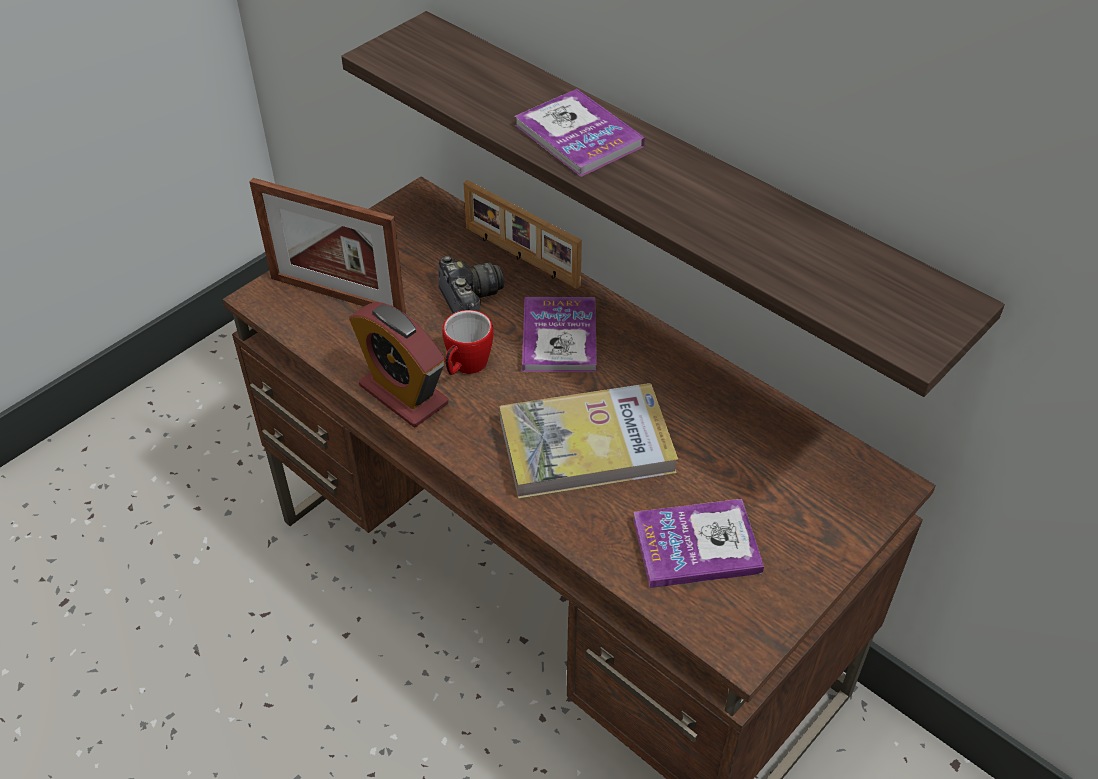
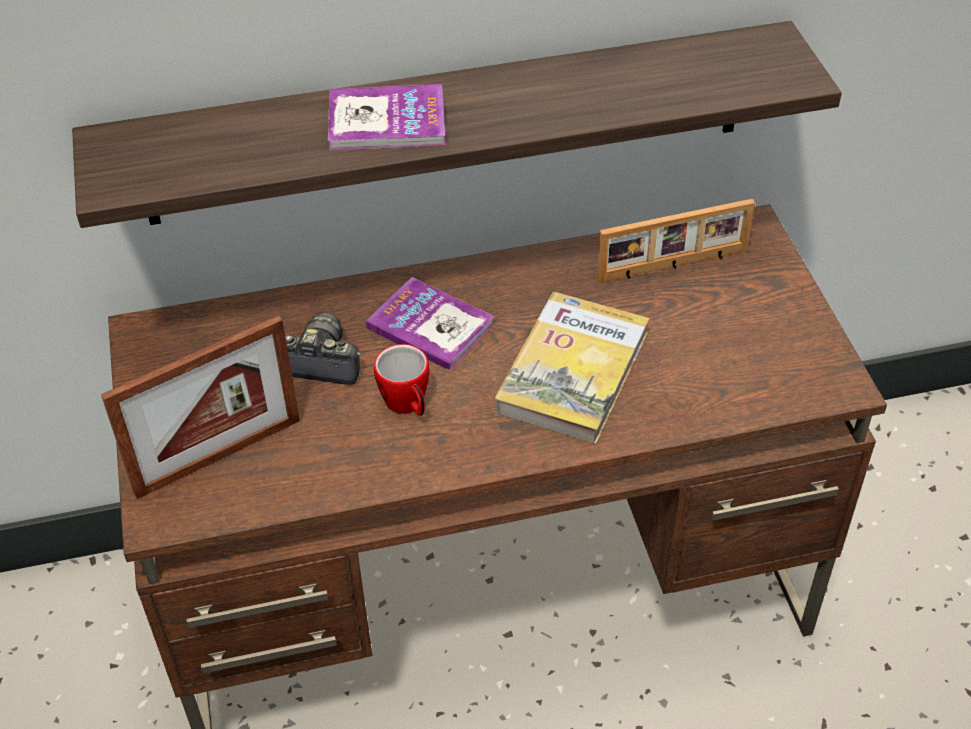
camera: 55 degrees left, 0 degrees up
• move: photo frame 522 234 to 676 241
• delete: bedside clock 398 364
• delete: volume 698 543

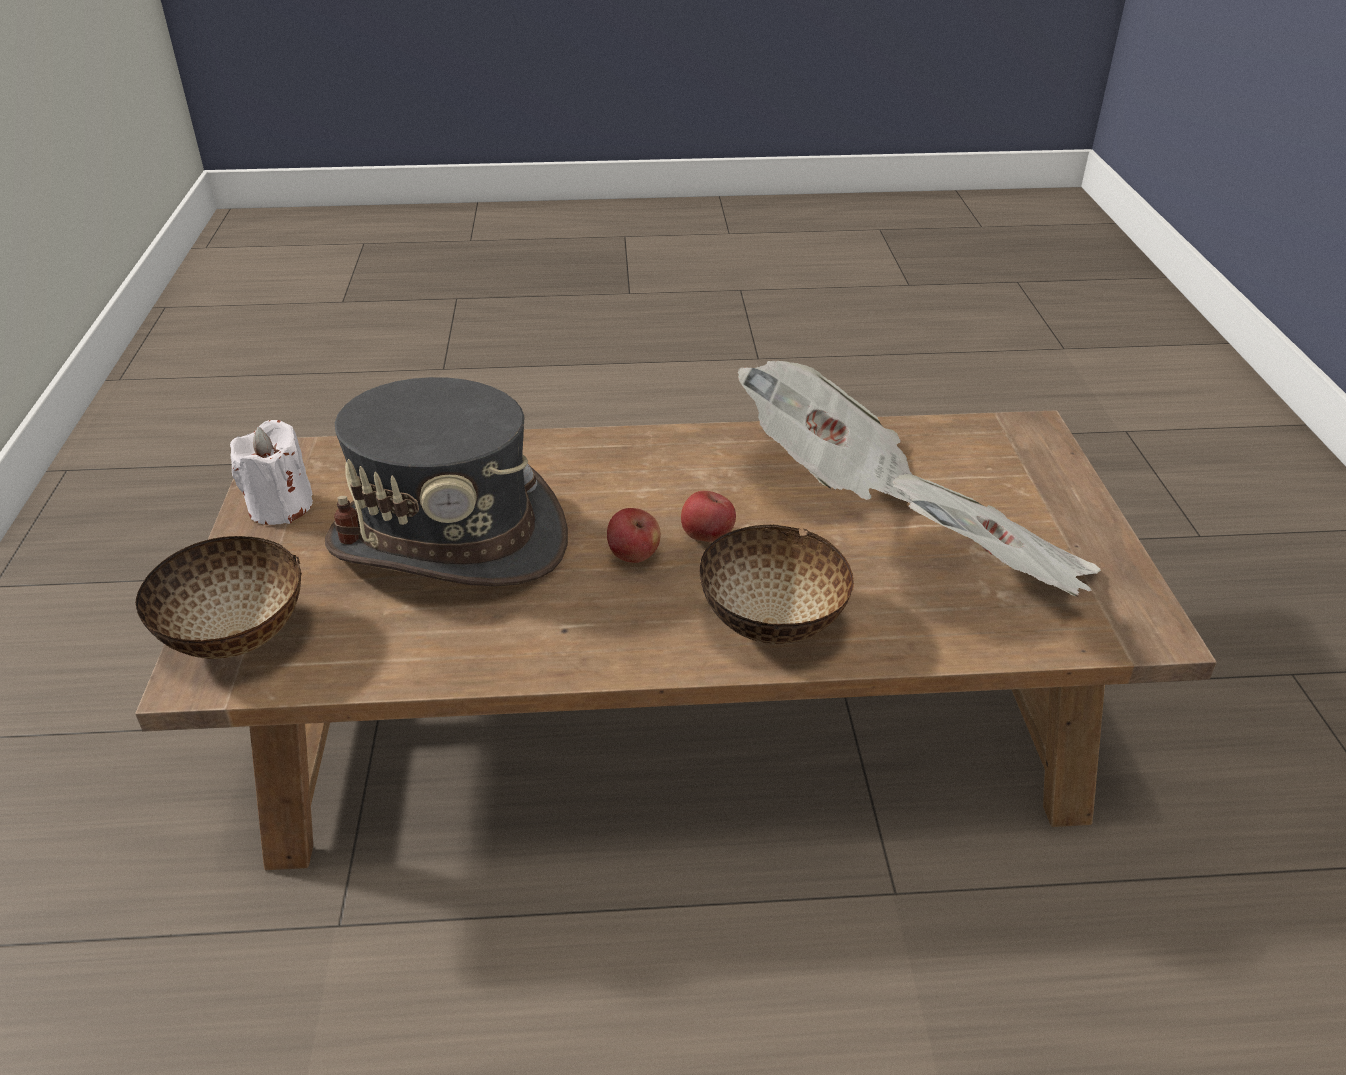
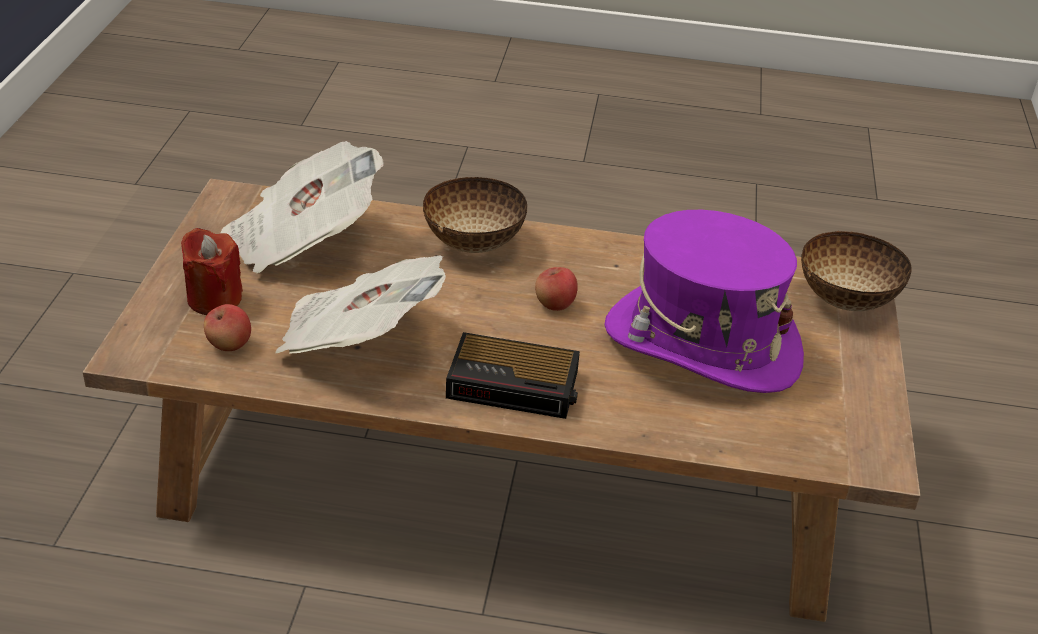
camera: 170 degrees left, 0 degrees up
• recolor: wearable hat (gray) 446 481 to wearable hat (purple-coloured) 704 301
• delete: wax candle (white-coloured) 271 472
• move: apple 708 516 to 227 327
• insert: wax candle (red-coloured) 212 271
• insert: bedside clock 513 375

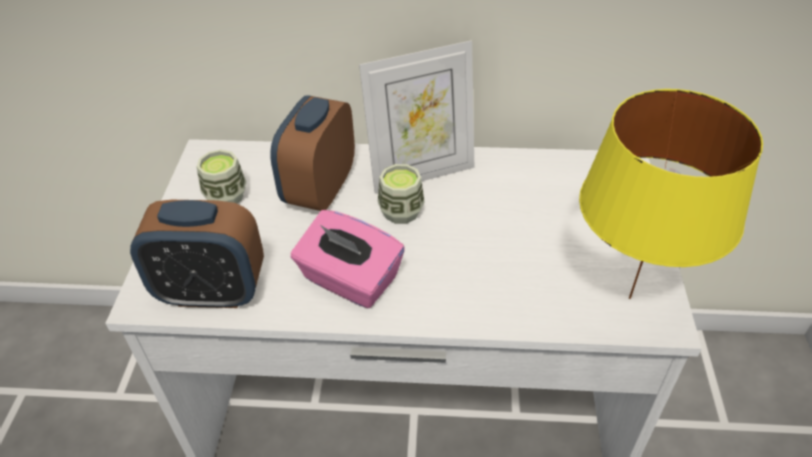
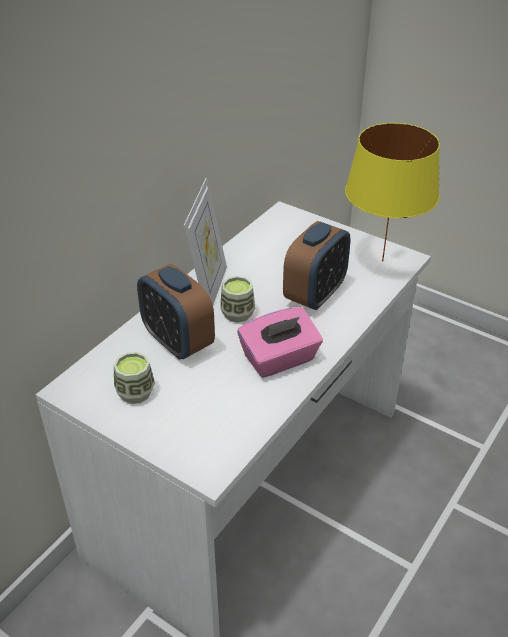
camera: 60 degrees left, 5 degrees down
• move: bedside clock 197 254 to 317 265

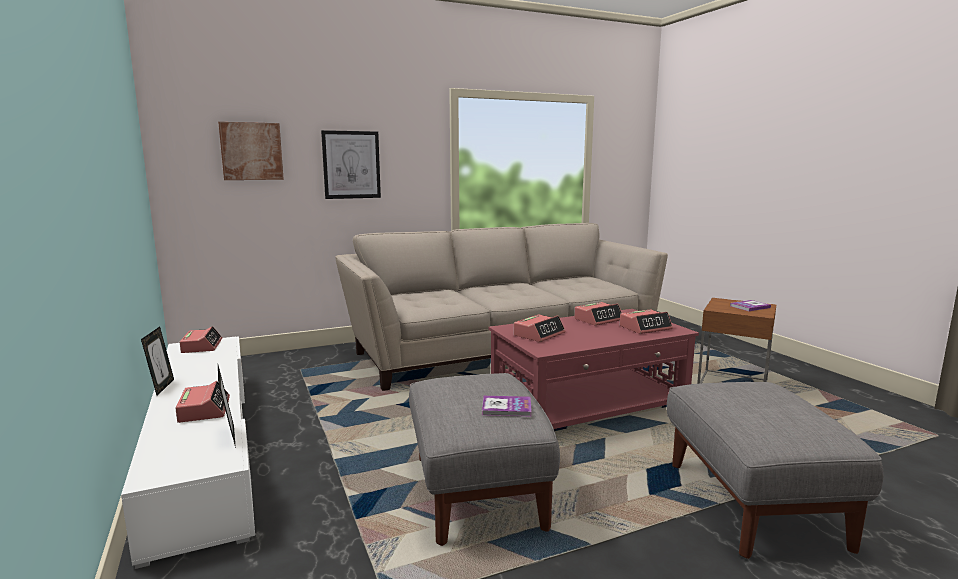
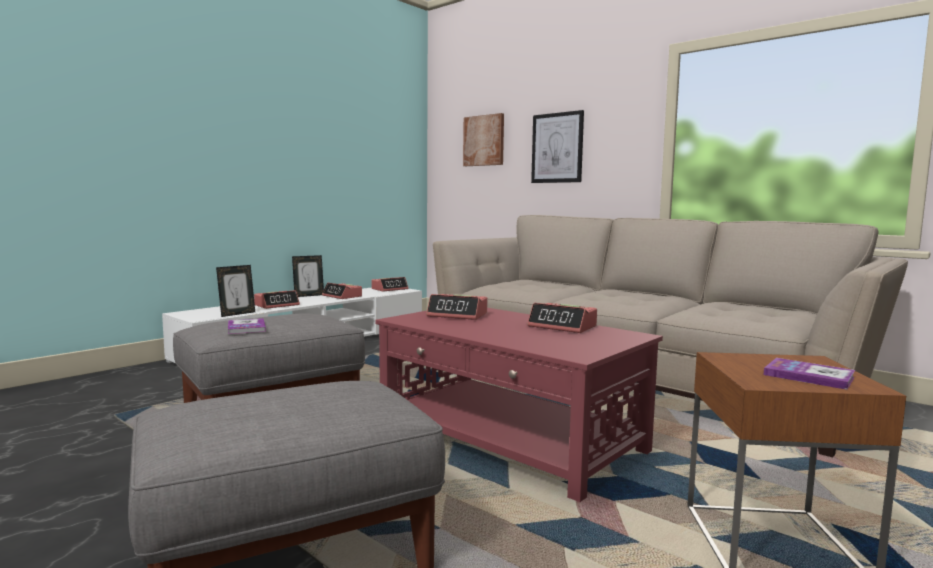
camera: 65 degrees right, 5 degrees down
• move: bedside clock 646 321 to 342 291

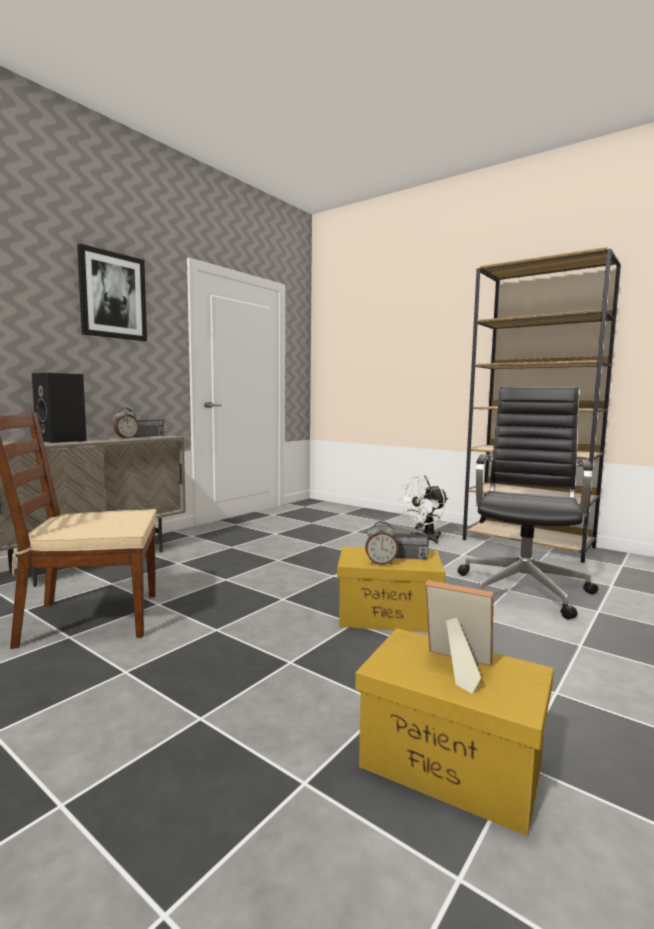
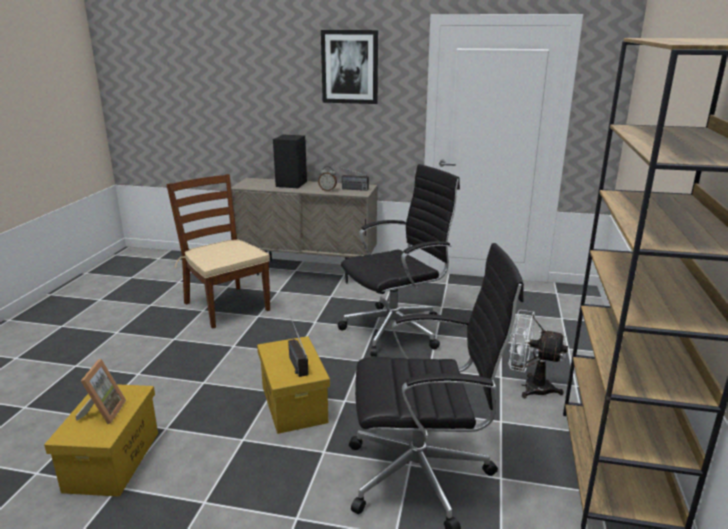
camera: 65 degrees right, 15 degrees up
• delete: bedside clock 381 543
• insert: desk chair (blackish) 399 260

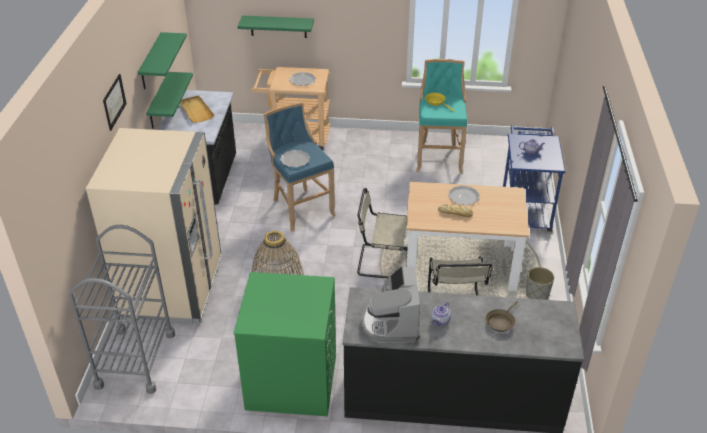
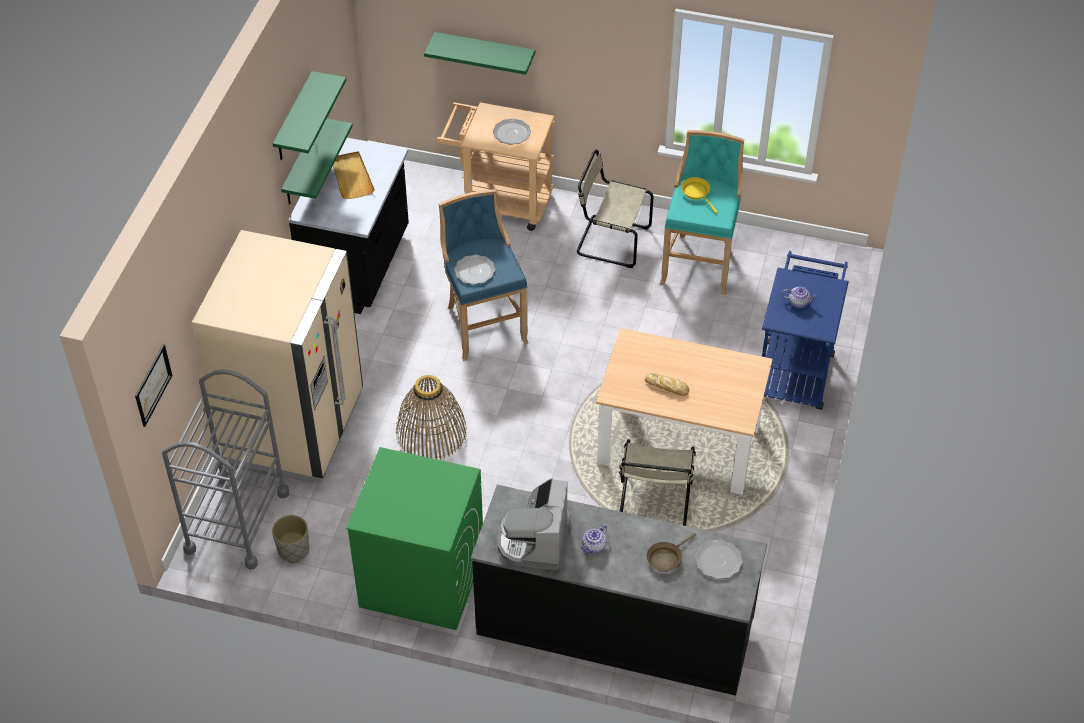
camera: 10 degrees right, 10 degrees up
• move: picture 115 102 to 153 385
• move: dinner plate 464 195 to 719 559
• move: plain chair (beige-coloured) 382 233 to 615 209
• move: planter (gray) 540 283 to 290 539

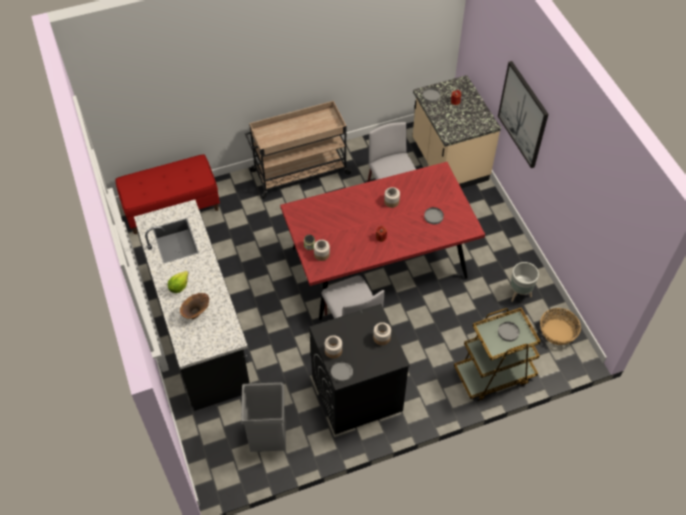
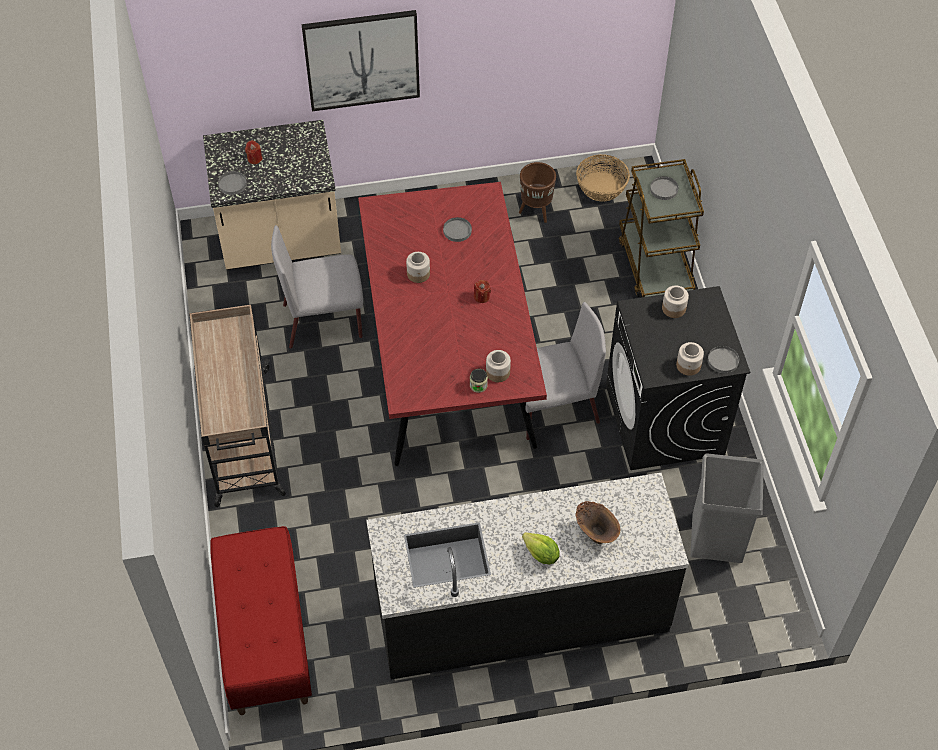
camera: 80 degrees left, 0 degrees up
• recolor: planter (gray) 525 282 to planter (brown) 537 192

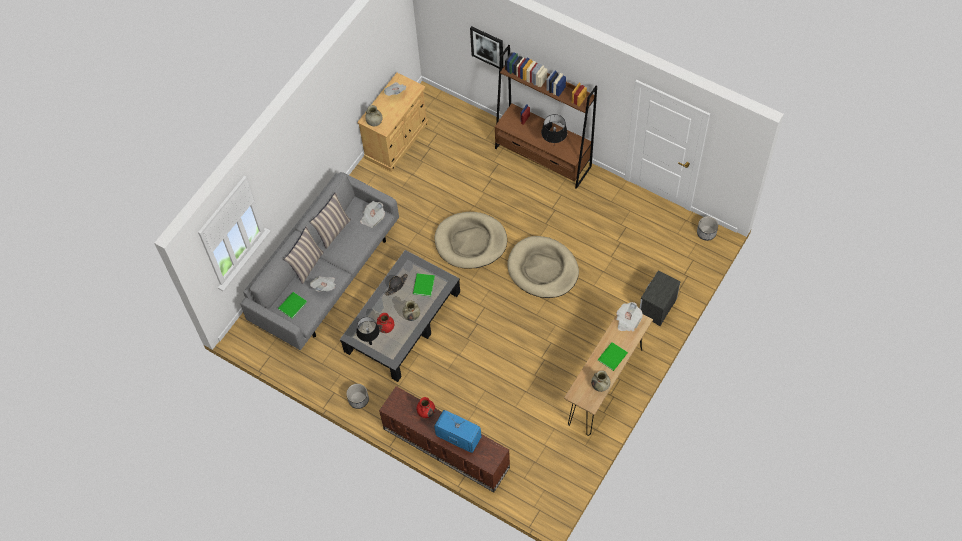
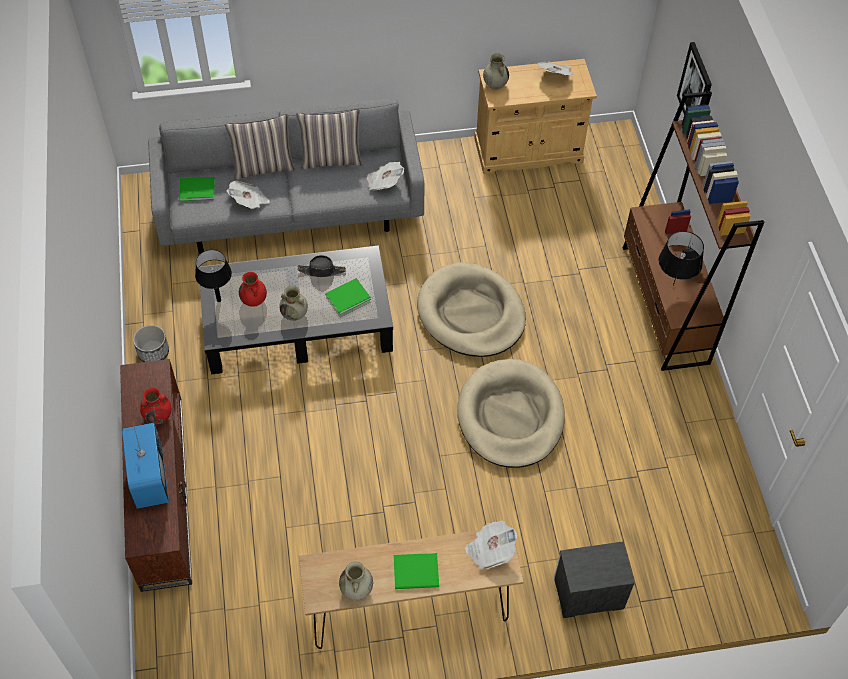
camera: 45 degrees right, 5 degrees down
• delete: planter 707 228

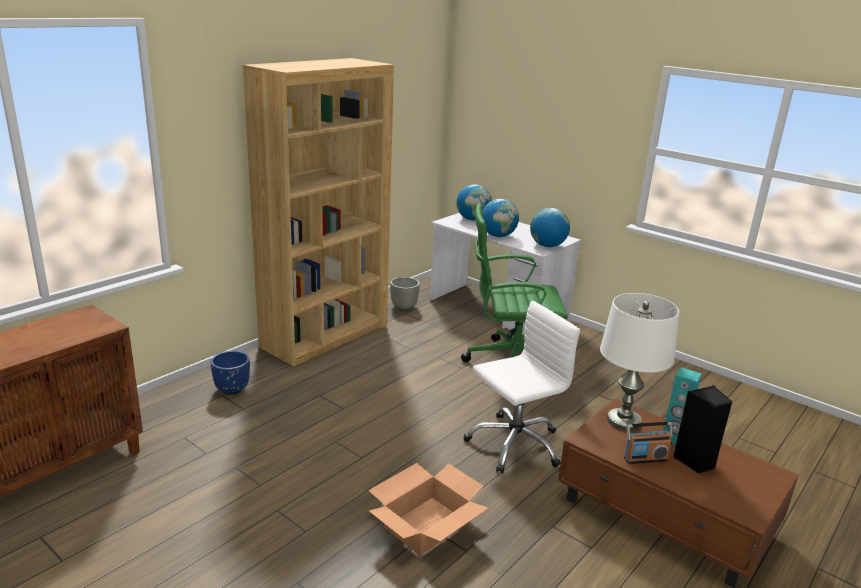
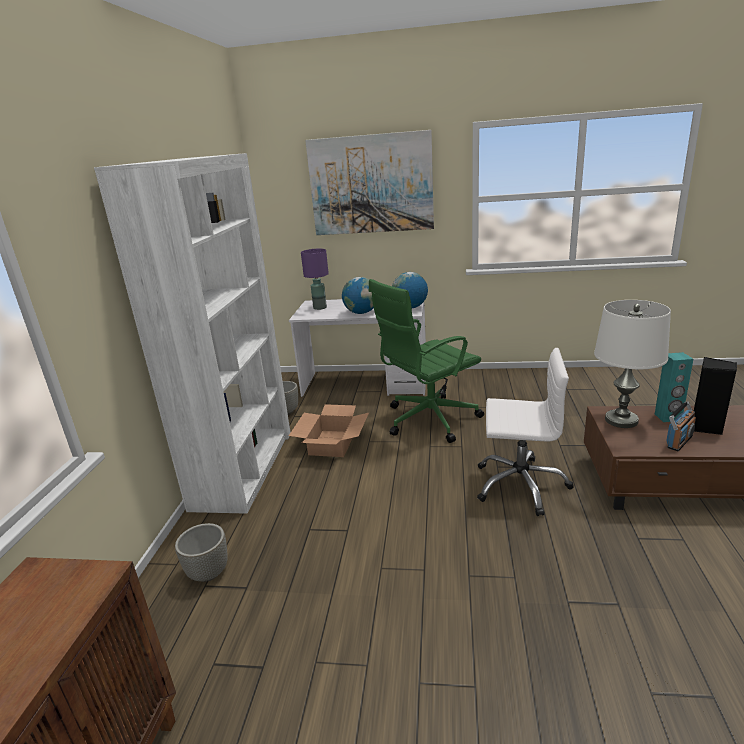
camera: 30 degrees left, 0 degrees up
• recolor: bookcase (brown) 318 212 to bookcase (white-coloured) 192 333
• replace: world globe 474 202 to tabletop lamp (purple-coloured) 315 279
• rotate: desk chair (white-coloured) 522 387 = 525 432 75 degrees clockwise
• recolor: planter (blue-coloured) 230 373 to planter (gray) 201 552
• move: packing box 428 509 to 329 430
• insert: picture 369 182

